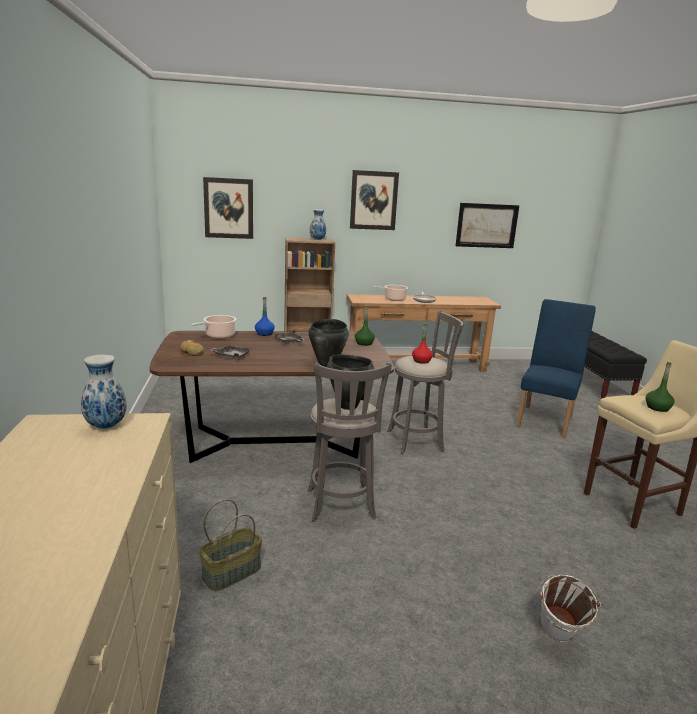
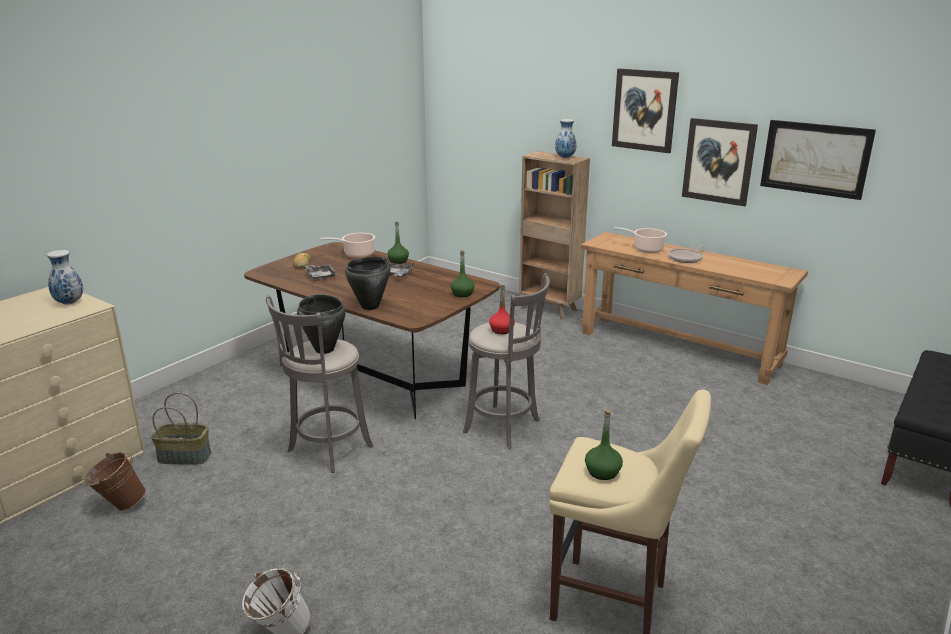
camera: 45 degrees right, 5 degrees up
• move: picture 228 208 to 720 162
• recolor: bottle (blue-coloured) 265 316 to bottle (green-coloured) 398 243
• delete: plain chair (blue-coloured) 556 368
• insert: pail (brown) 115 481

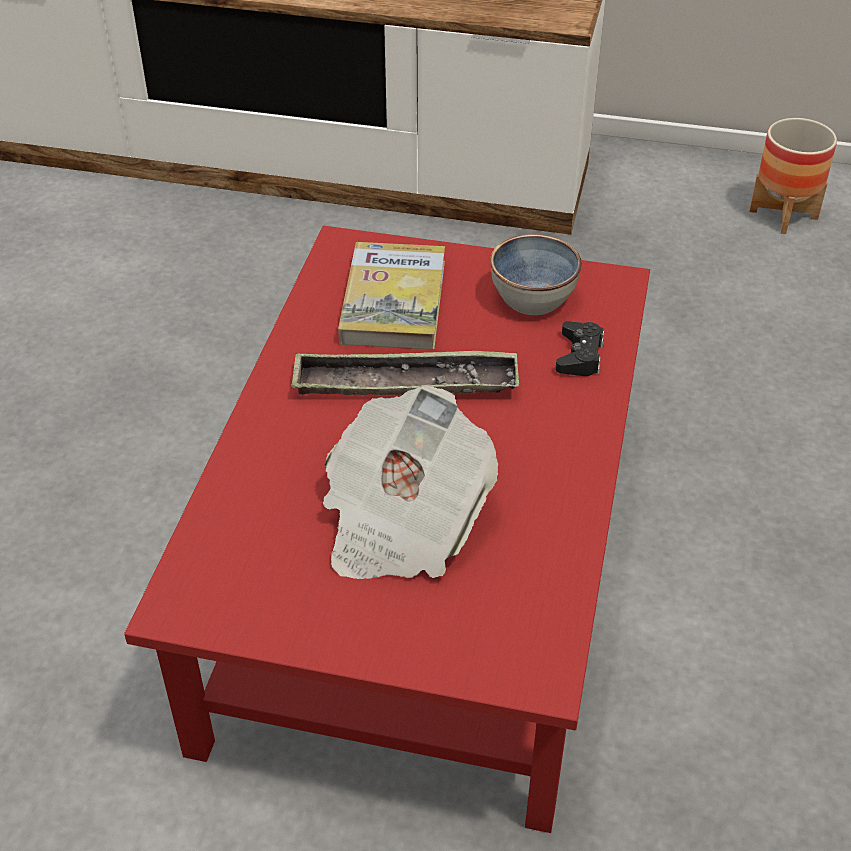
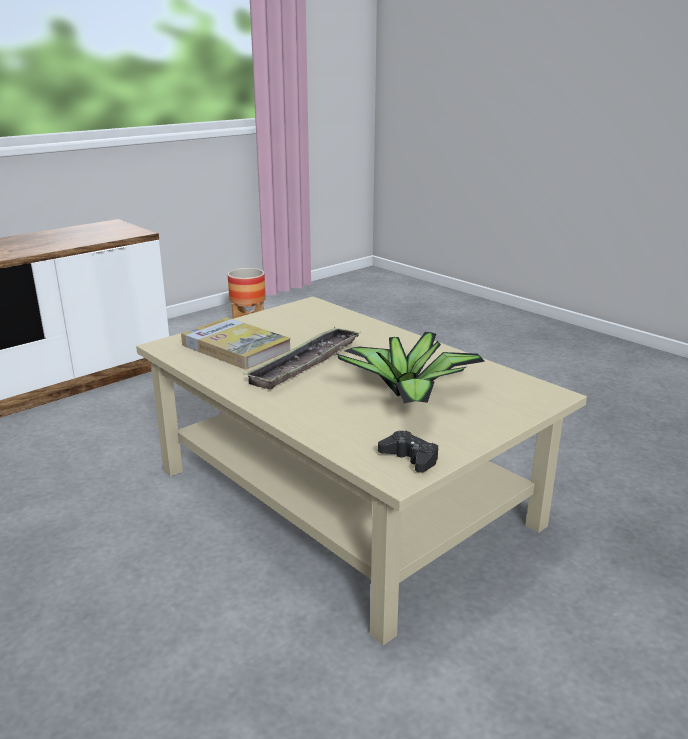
camera: 55 degrees left, 20 degrees down
• recolor: low table (red-coloured) 387 529 to low table (beige-coloured) 361 470
• delete: deep dish 536 274
• move: joypad (blackish) 579 348 to 408 451
• replace: daily paper 410 482 to houseplant 411 367

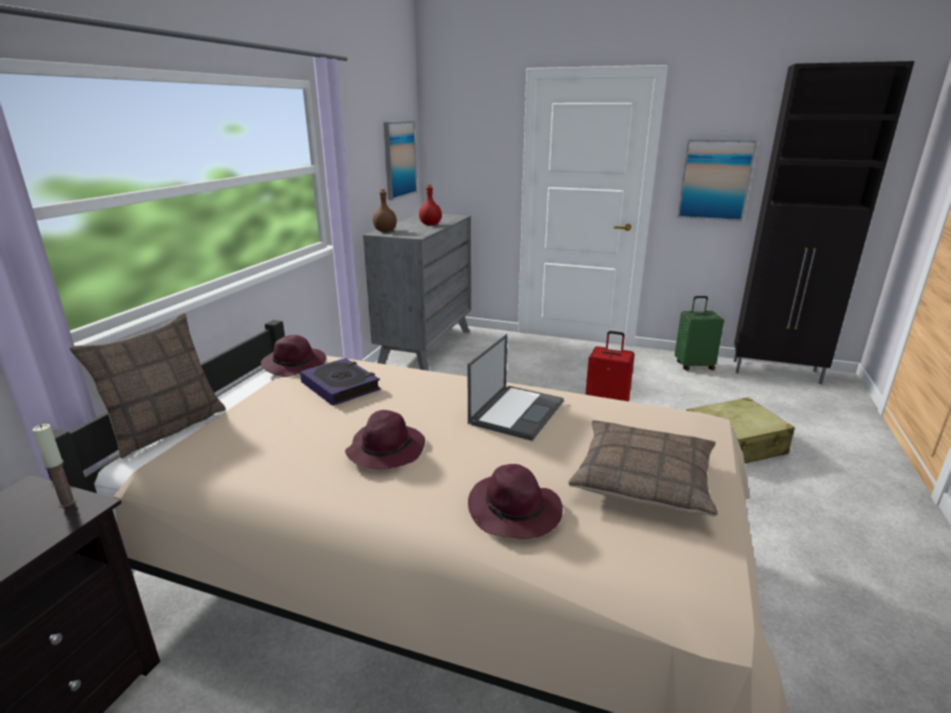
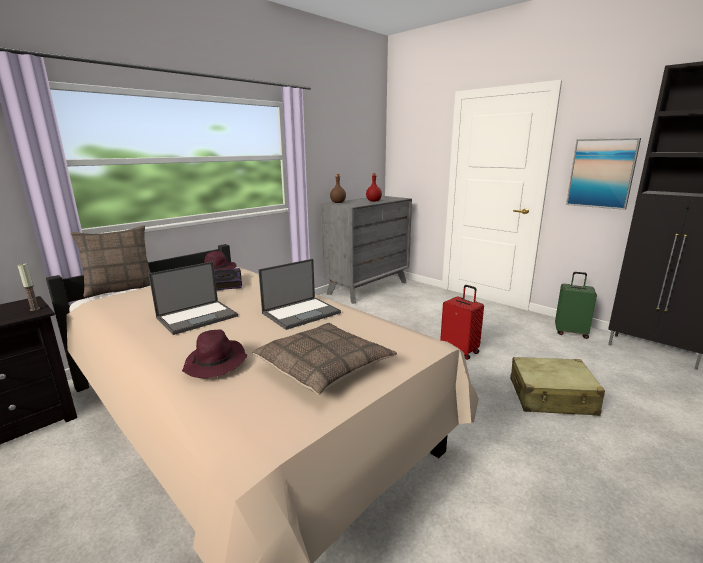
camera: 25 degrees right, 5 degrees down
• delete: picture 400 160
• replace: wearable hat (purple-coloured) 385 439 to notebook computer 193 298

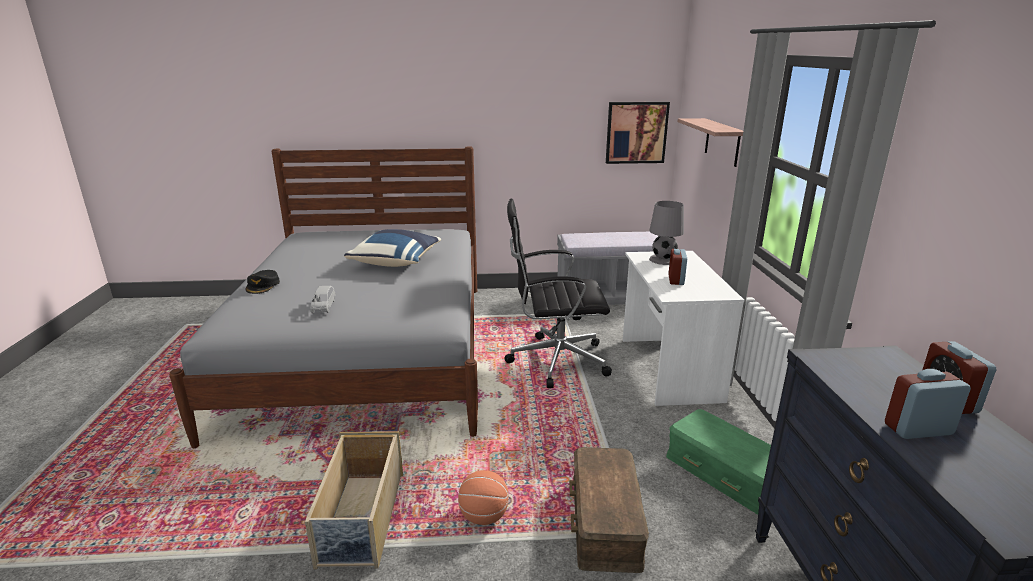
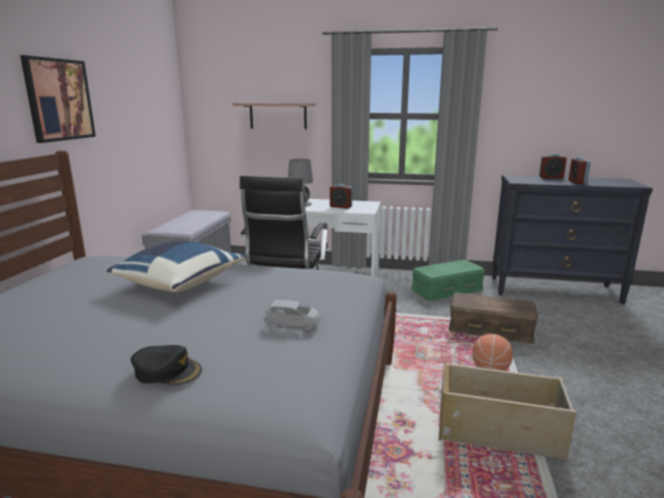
camera: 75 degrees left, 5 degrees down
• move: picture 638 133 to 58 99

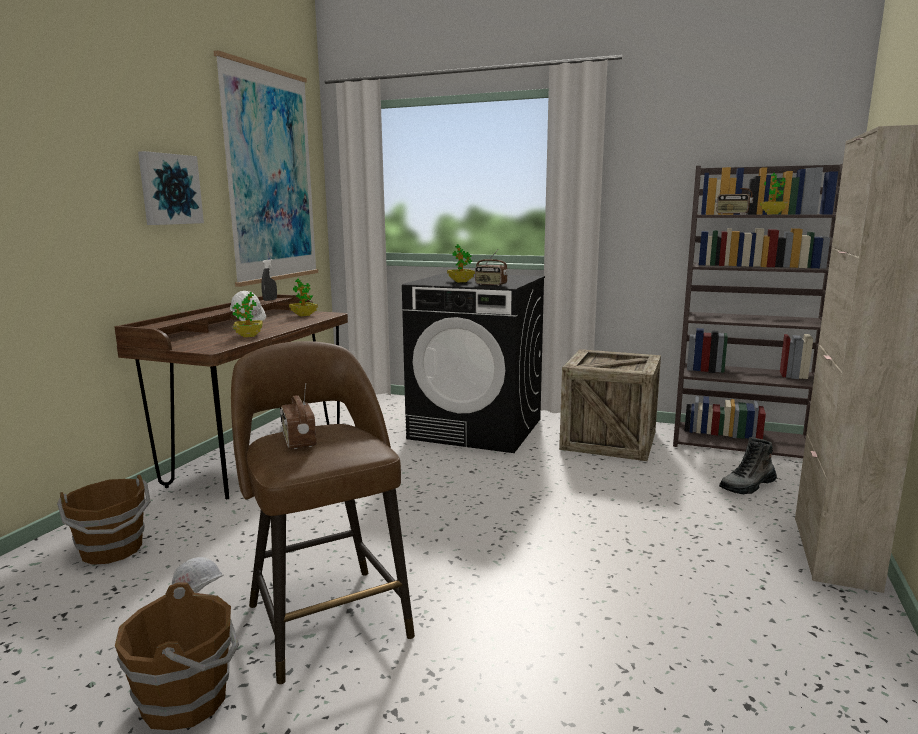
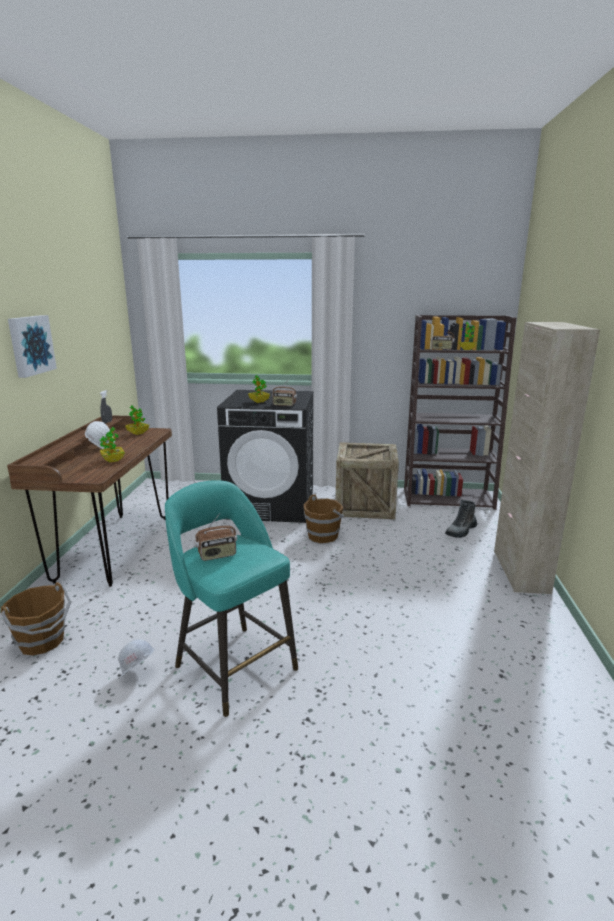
camera: 15 degrees left, 5 degrees up
• delete: picture 266 168
• recolor: stool (brown) 323 513 to stool (turquoise) 231 598
• rotate: radio set 298 416 = 216 537 75 degrees counterclockwise
• move: pail (brown) 177 656 to 324 519

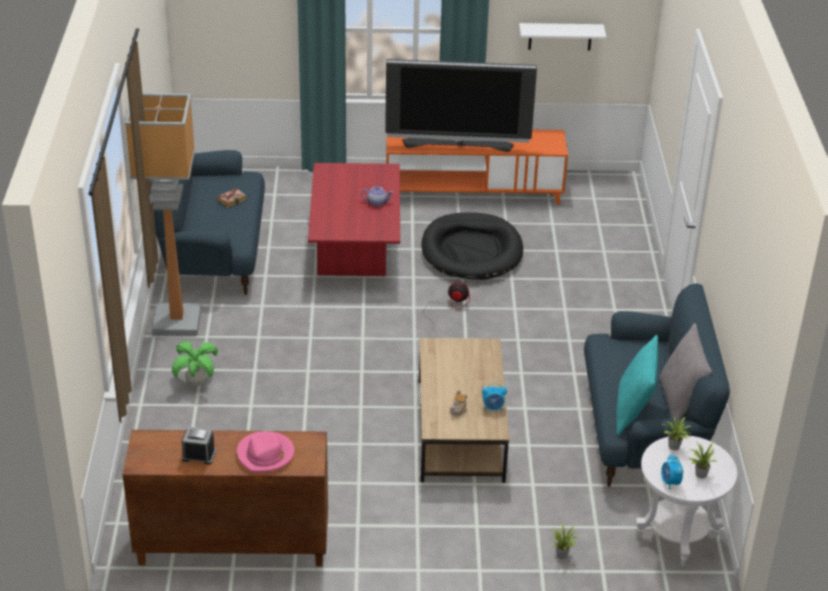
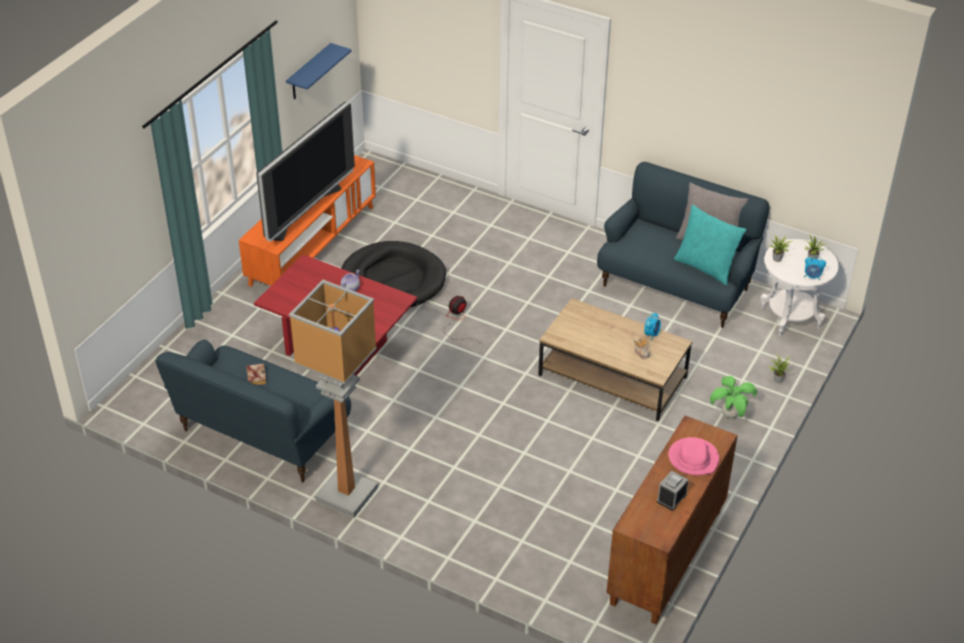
camera: 60 degrees left, 5 degrees up
• recolor: wall shelf (white-coloured) 562 37 to wall shelf (blue-coloured) 319 71
• move: houseplant 195 363 to 733 397

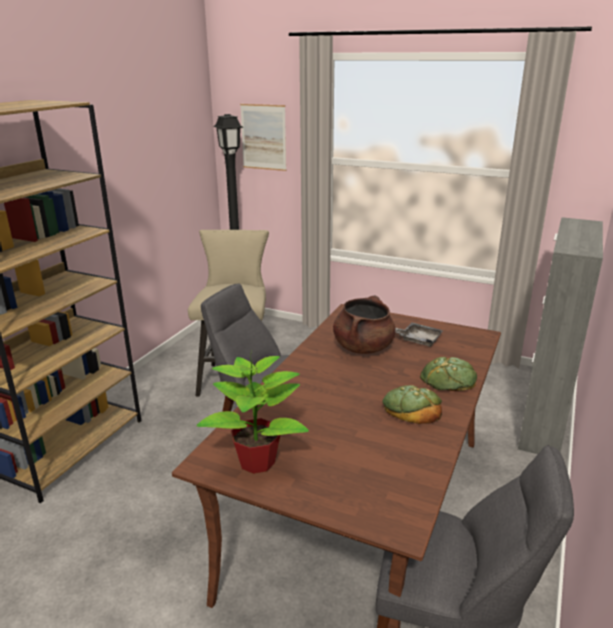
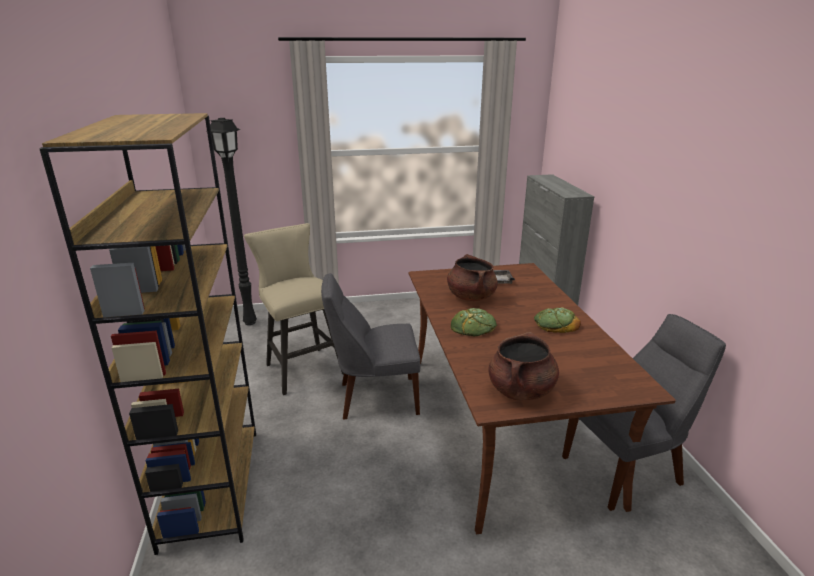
camera: 35 degrees left, 0 degrees up
• delete: picture 263 137
• replace: houseplant 253 412 to cooking pot (brown) 523 366
• move: bread 448 374 to 474 322

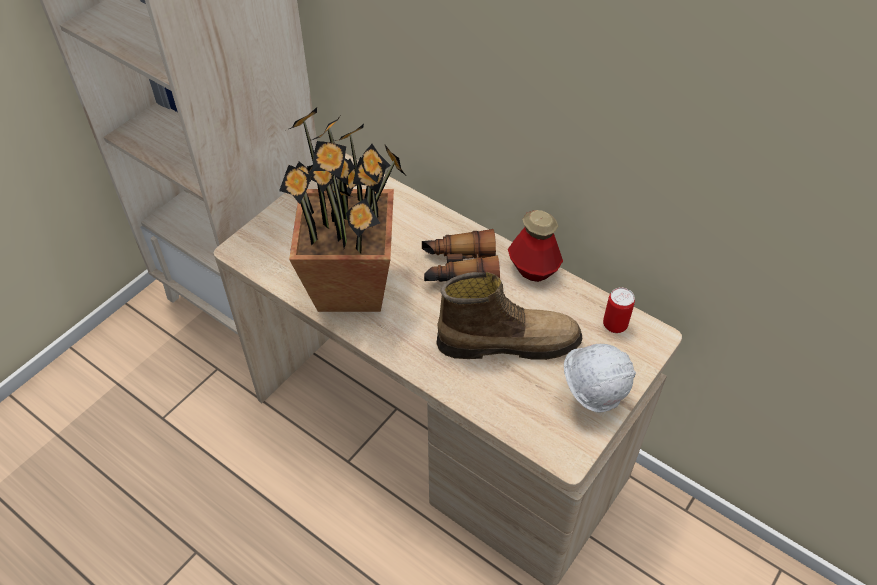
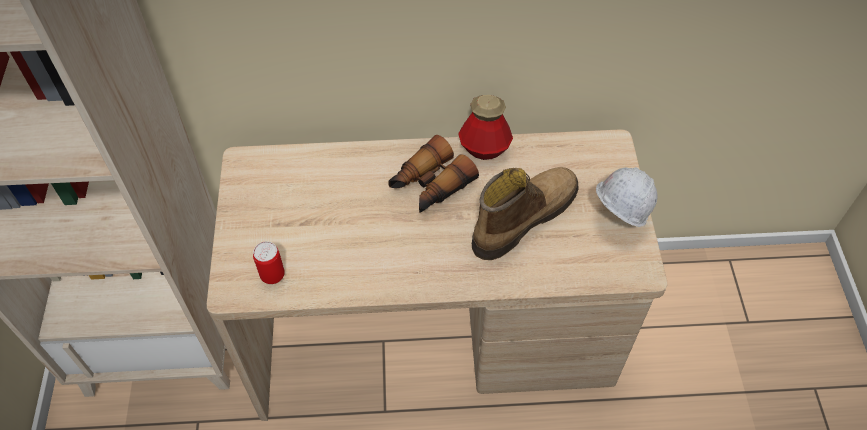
camera: 40 degrees left, 5 degrees up
• delete: houseplant 342 209
• move: can 619 310 to 269 262

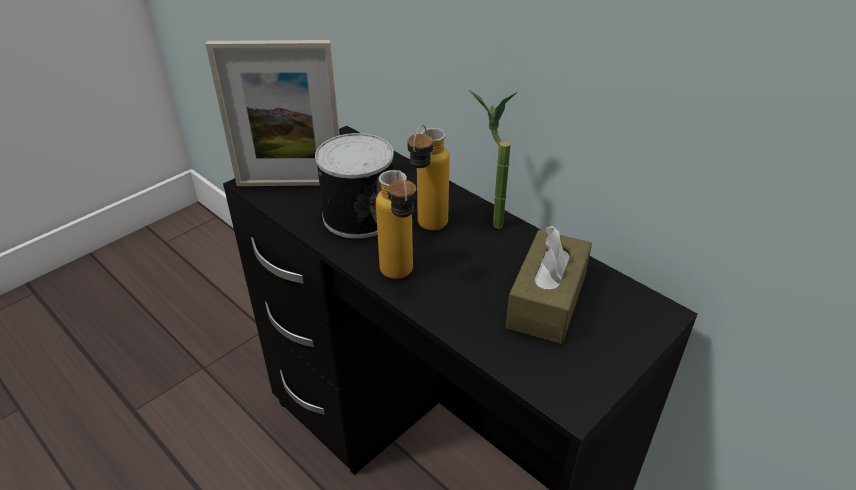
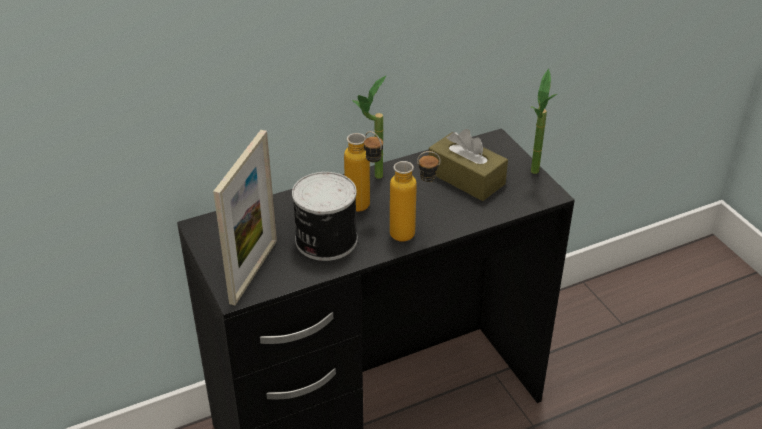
camera: 70 degrees left, 0 degrees up
• insert: houseplant 544 121

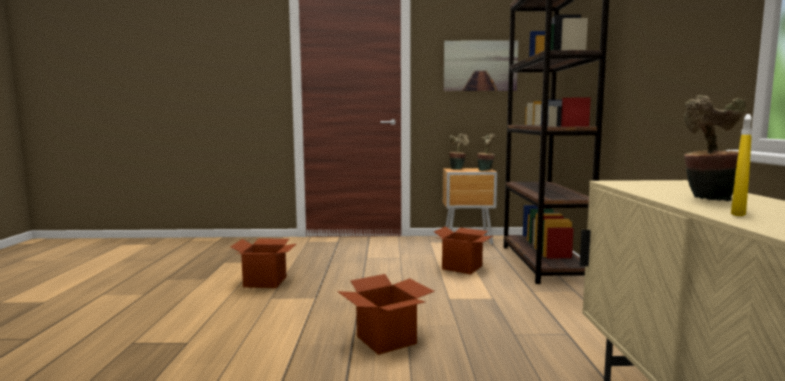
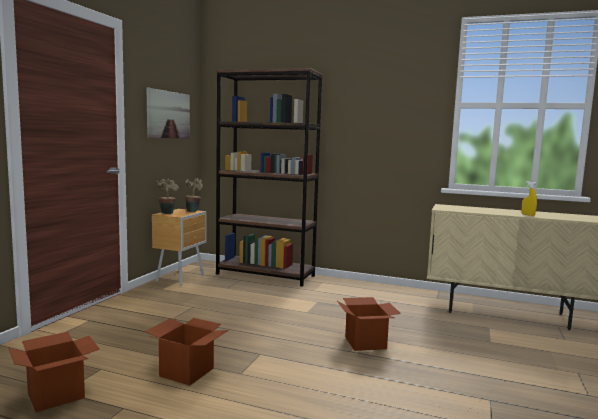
camera: 70 degrees left, 0 degrees up
• delete: houseplant 714 148
• move: packing box 463 250 to 54 372

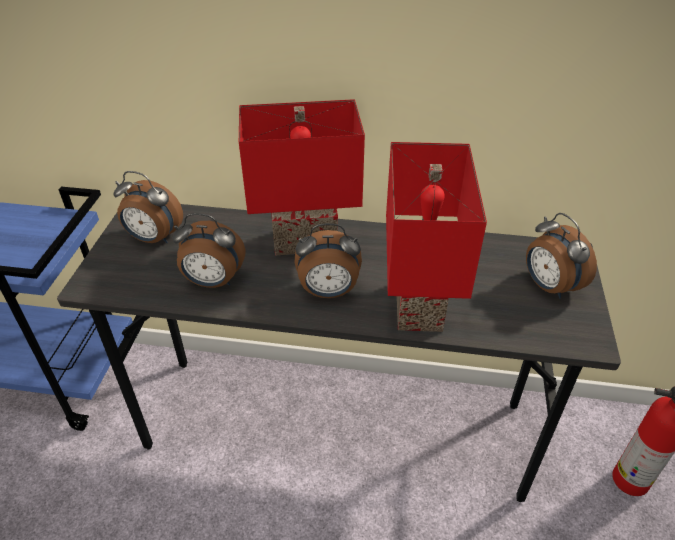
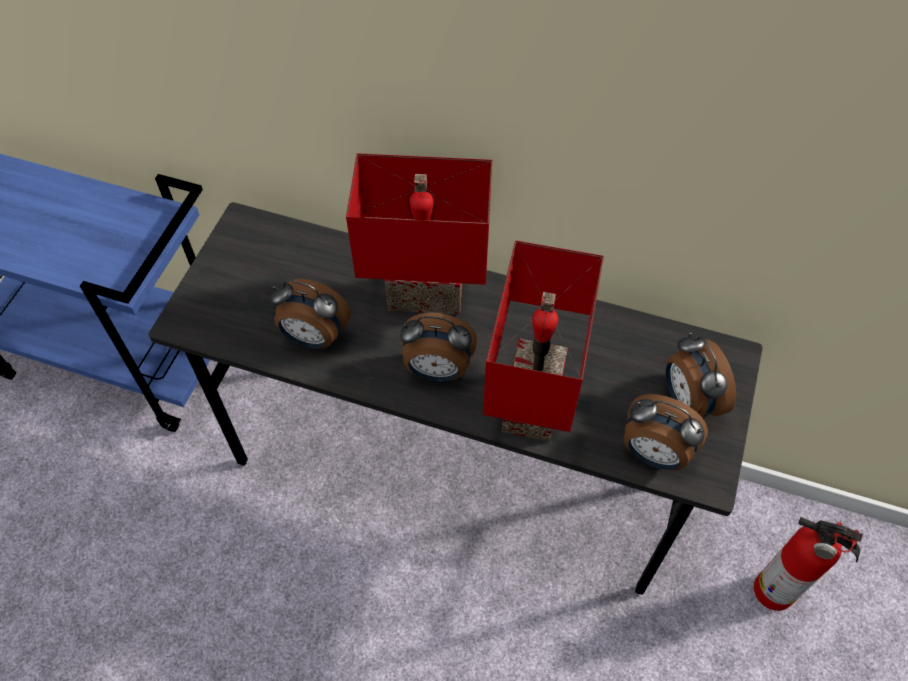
camera: 10 degrees right, 15 degrees up
• move: bedside clock 148 207 to 666 432

